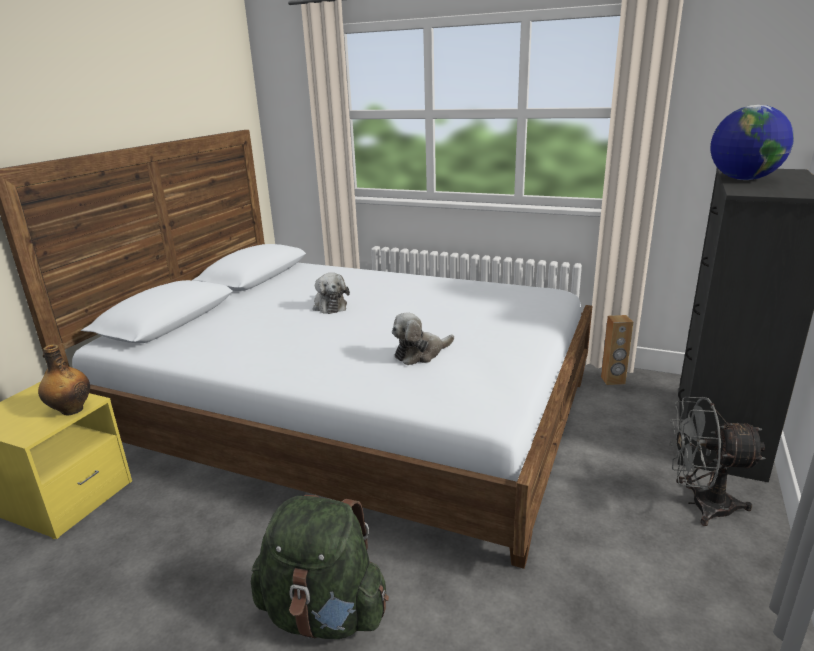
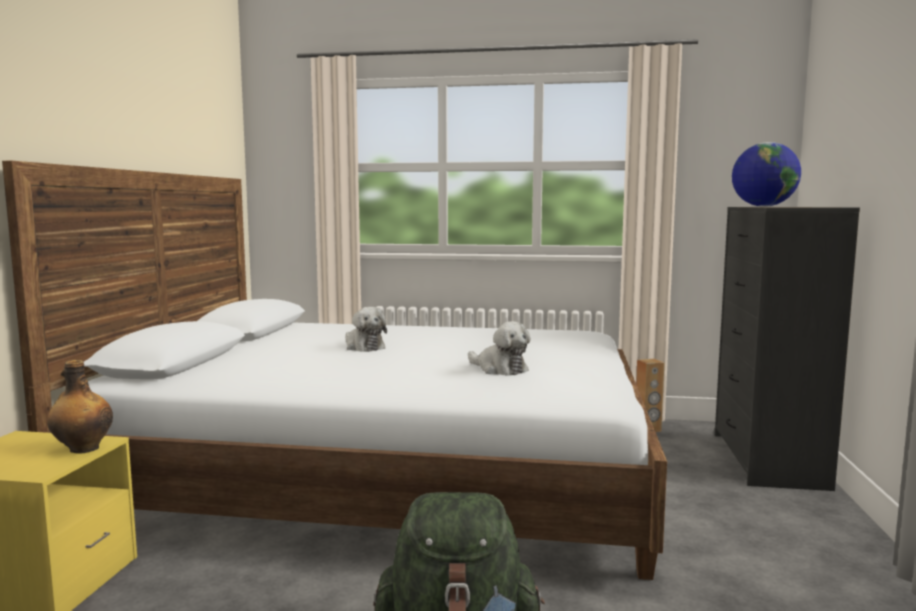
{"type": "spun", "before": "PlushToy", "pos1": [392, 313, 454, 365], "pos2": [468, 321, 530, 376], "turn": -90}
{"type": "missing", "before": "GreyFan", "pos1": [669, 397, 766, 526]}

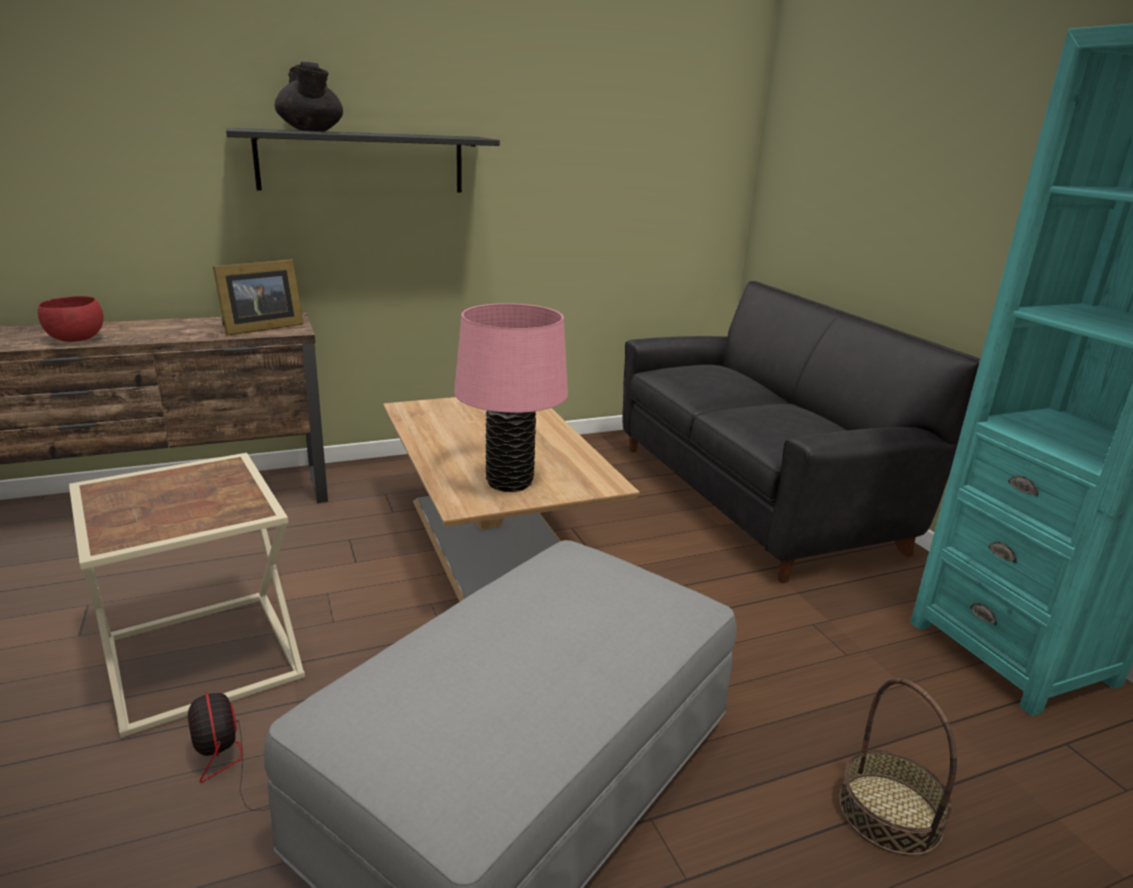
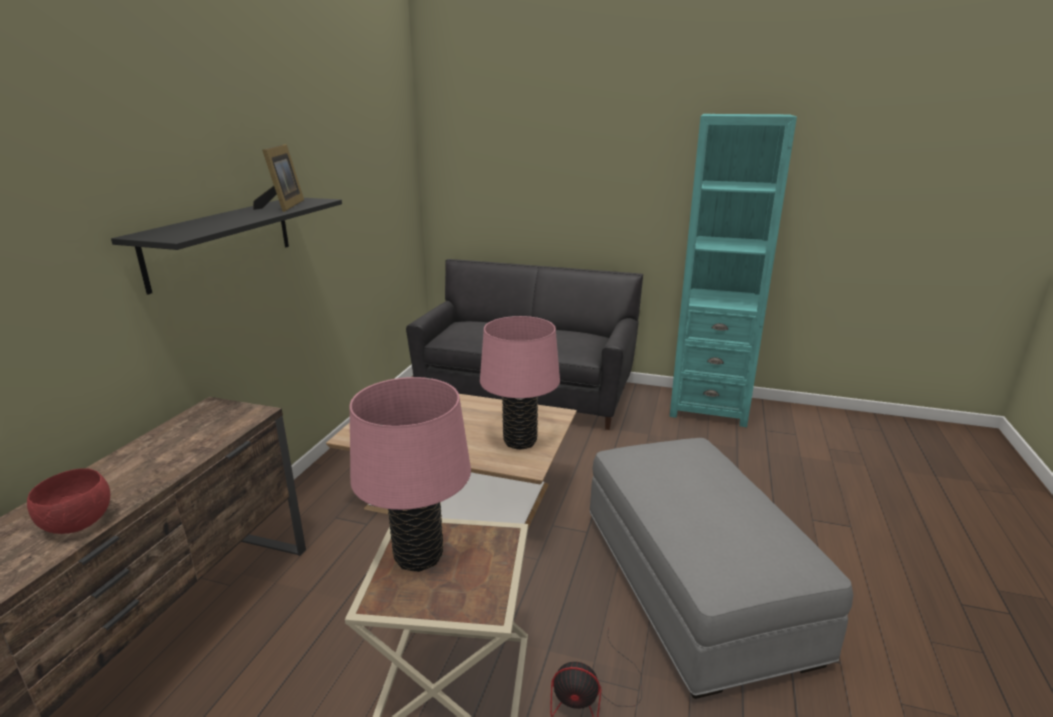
{"type": "missing", "before": "BlackTeapot", "pos1": [275, 62, 343, 132]}
{"type": "relocated", "before": "PictureFrame", "pos1": [213, 259, 304, 336], "pos2": [253, 144, 304, 212]}
{"type": "missing", "before": "Basket", "pos1": [839, 678, 957, 856]}
{"type": "appeared", "after": "PinkTableLamp", "pos2": [350, 377, 471, 572]}

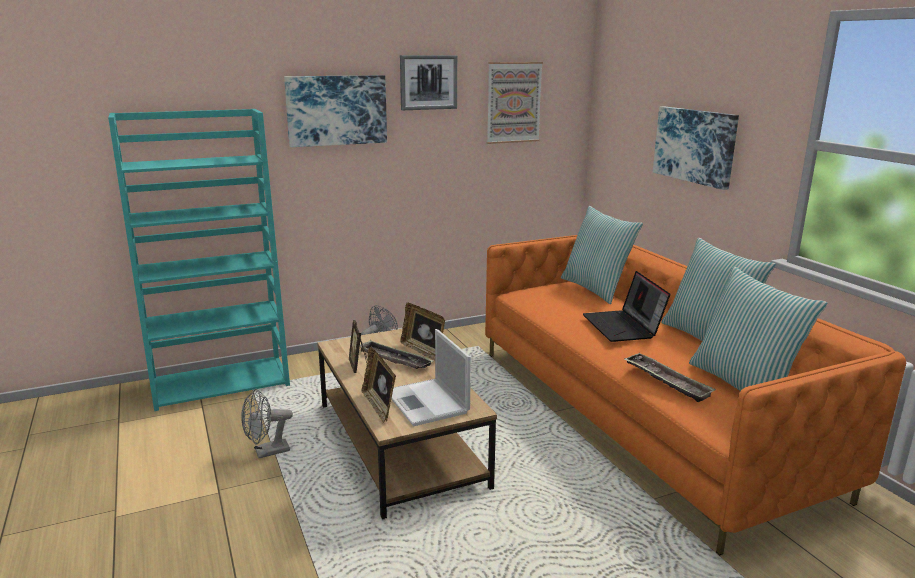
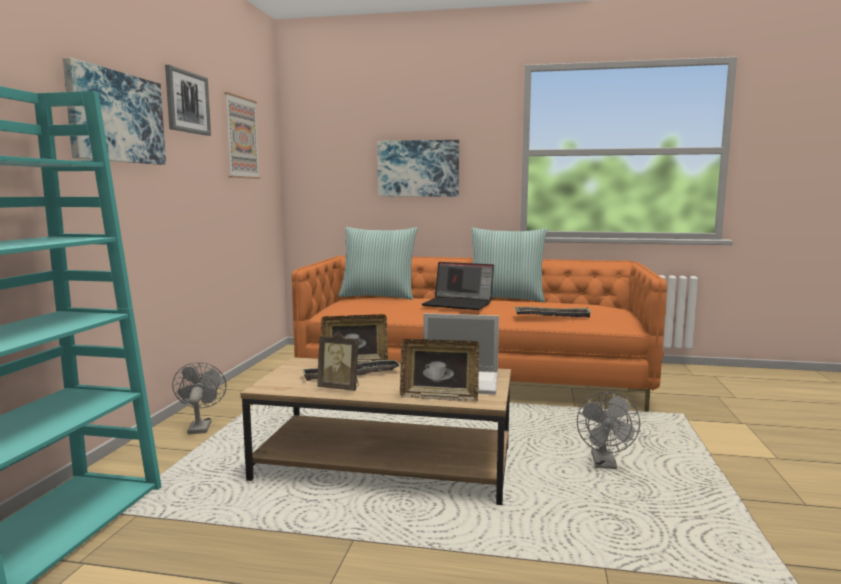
{"type": "missing", "before": "Pillow", "pos1": [689, 266, 828, 391]}
{"type": "relocated", "before": "GreyFan", "pos1": [241, 389, 293, 458], "pos2": [577, 392, 640, 469]}

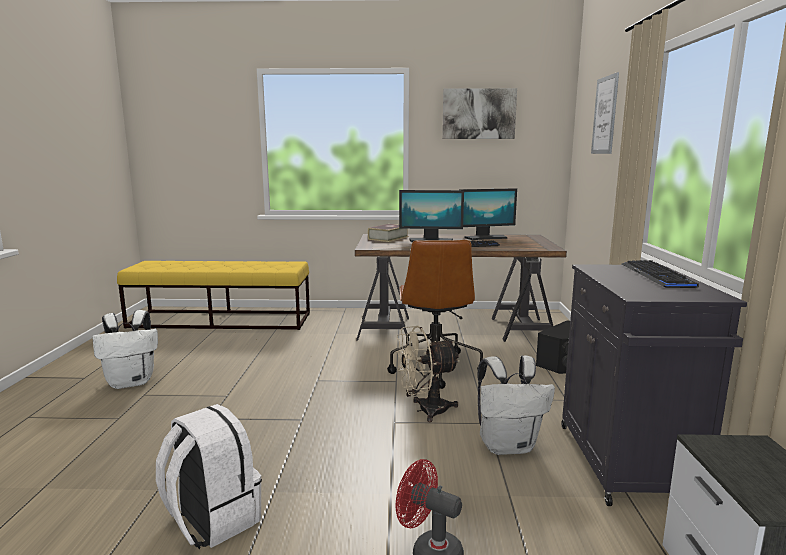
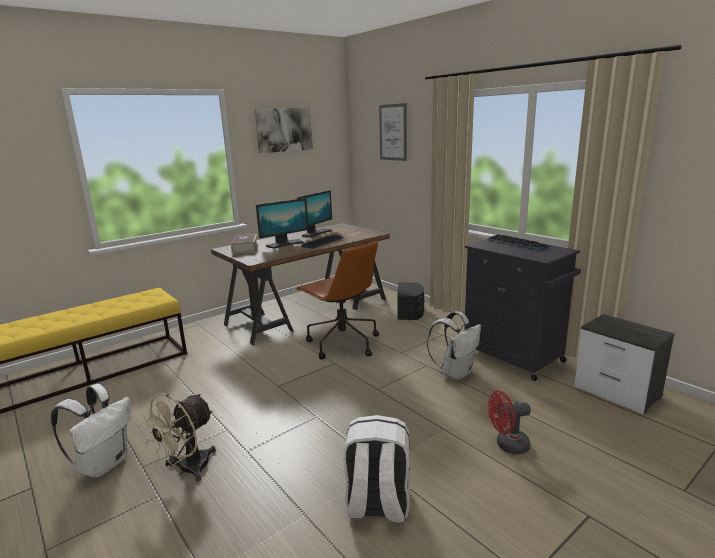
{"type": "relocated", "before": "BeigeFan", "pos1": [395, 326, 460, 422], "pos2": [137, 393, 216, 482]}

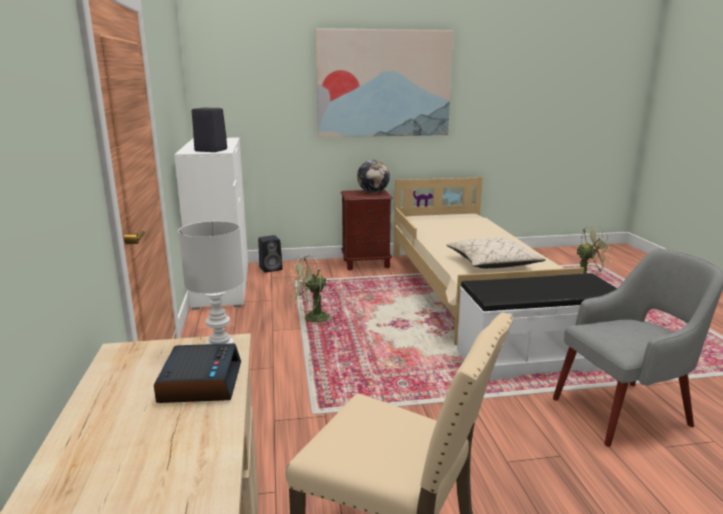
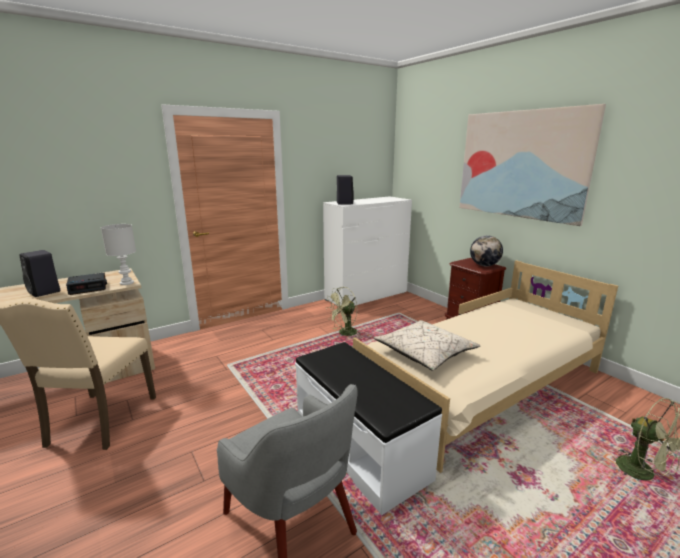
{"type": "relocated", "before": "BlackSpeaker", "pos1": [258, 235, 283, 273], "pos2": [20, 250, 60, 297]}
{"type": "spun", "before": "GreenFan", "pos1": [289, 255, 336, 326], "pos2": [326, 287, 362, 338], "turn": -75}

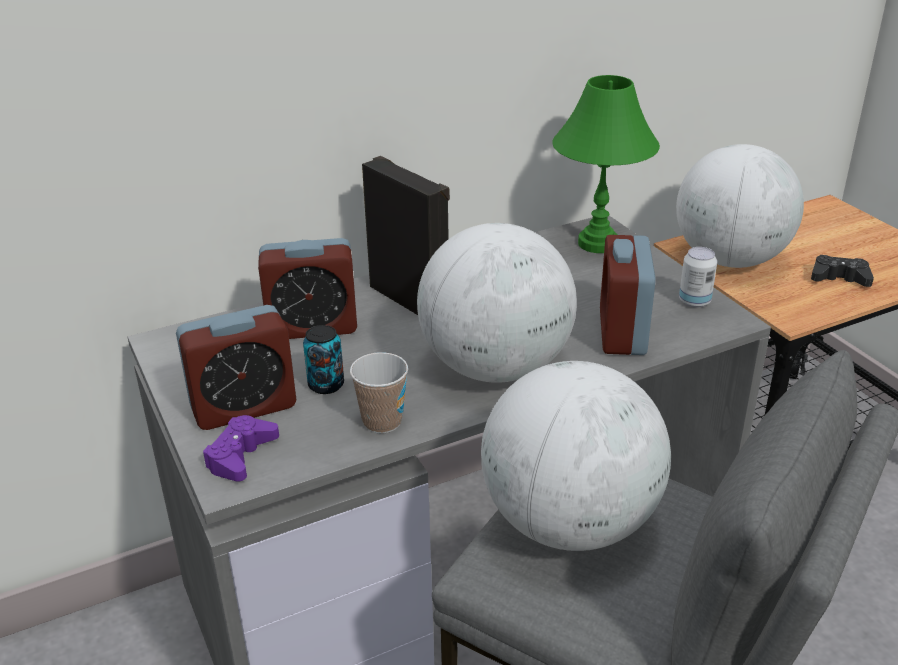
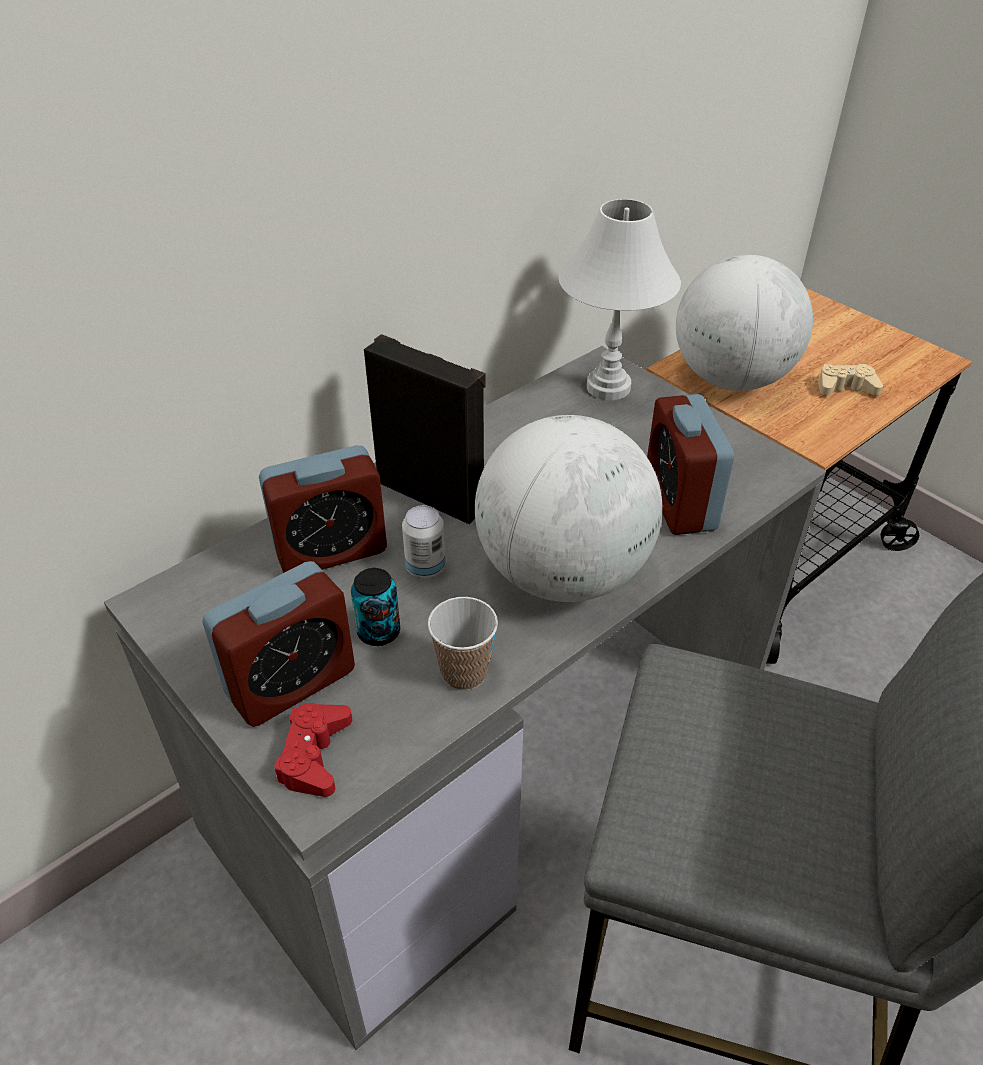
{"type": "colour", "before": "GreenTableLamp", "after": "WhiteTableLamp", "pos1": [552, 75, 660, 253], "pos2": [559, 199, 681, 400]}
{"type": "relocated", "before": "Can", "pos1": [679, 247, 717, 308], "pos2": [402, 505, 446, 578]}
{"type": "colour", "before": "BlackGameController", "after": "BeigeGameController", "pos1": [811, 255, 874, 287], "pos2": [818, 364, 883, 395]}
{"type": "missing", "before": "Globe", "pos1": [481, 361, 671, 551]}
{"type": "colour", "before": "PurpleGameController", "after": "RedGameController", "pos1": [203, 415, 279, 482], "pos2": [274, 703, 352, 797]}

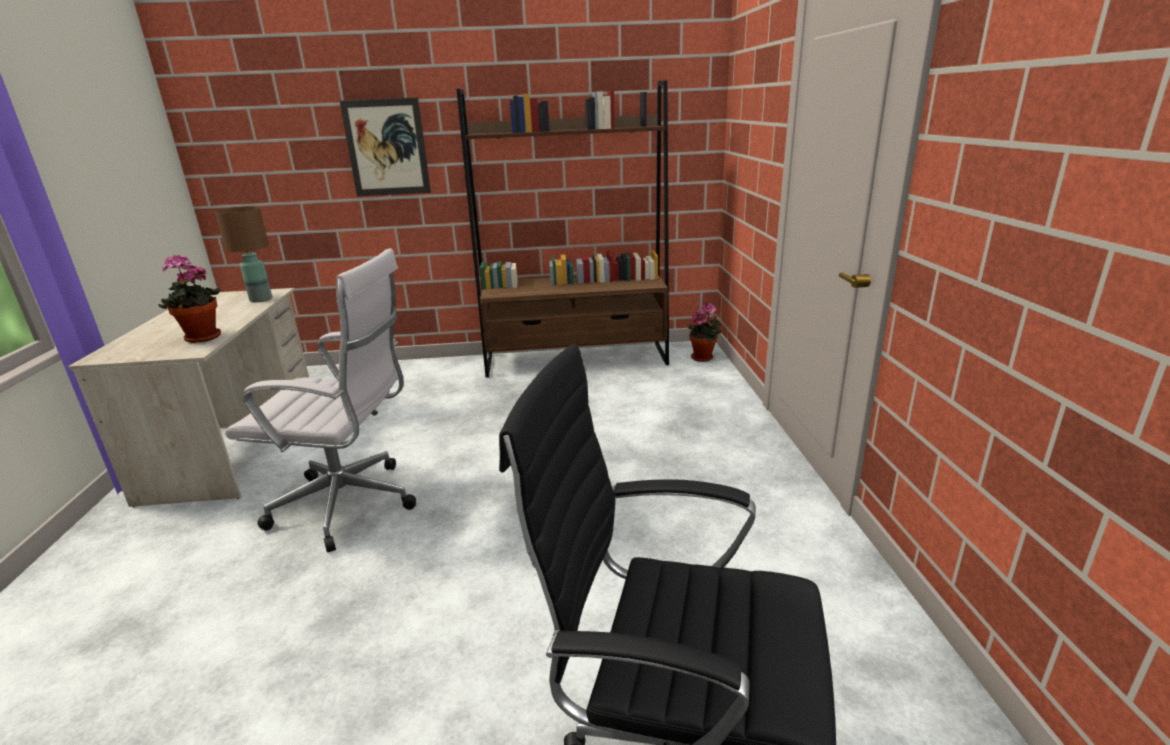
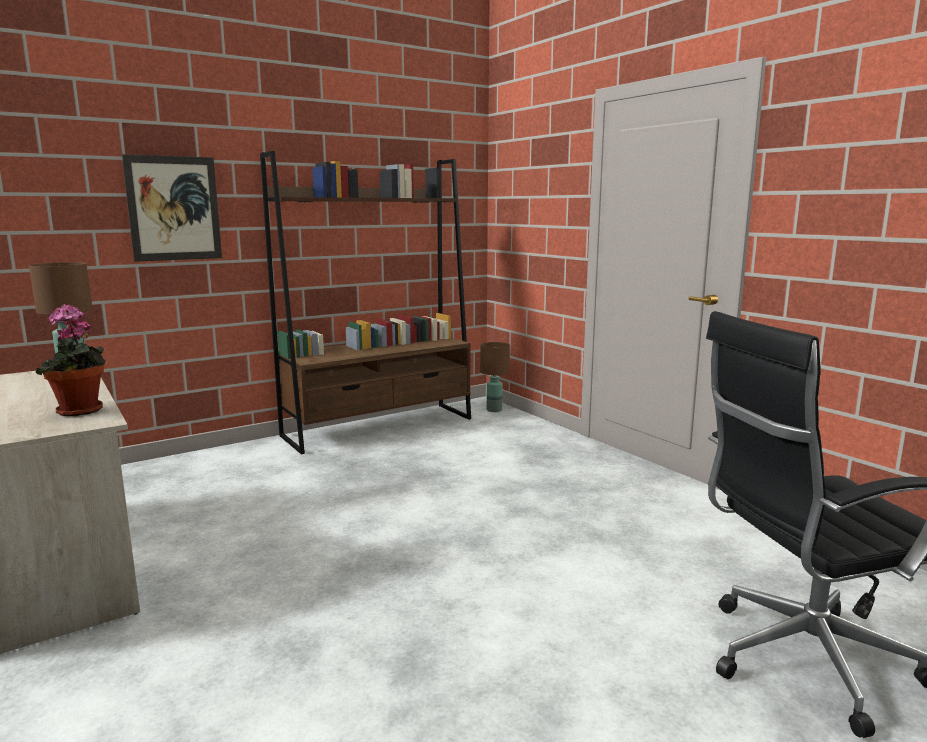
{"type": "missing", "before": "WhiteOfficeChair", "pos1": [225, 248, 416, 553]}
{"type": "exchanged", "before": "PottedPlant", "after": "BrownTableLamp", "pos1": [688, 303, 722, 362], "pos2": [480, 342, 510, 412]}

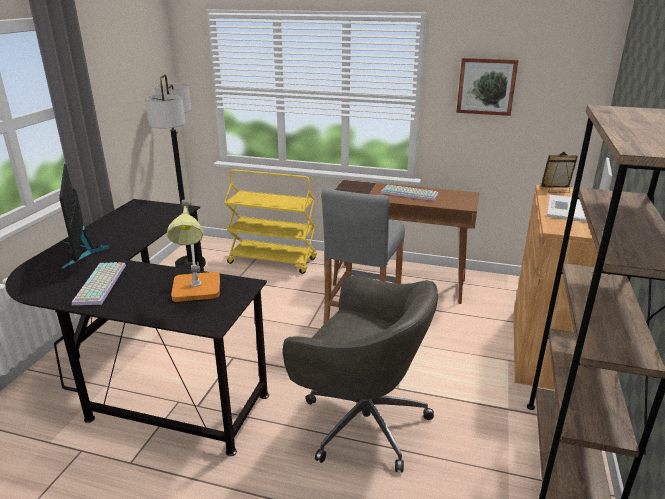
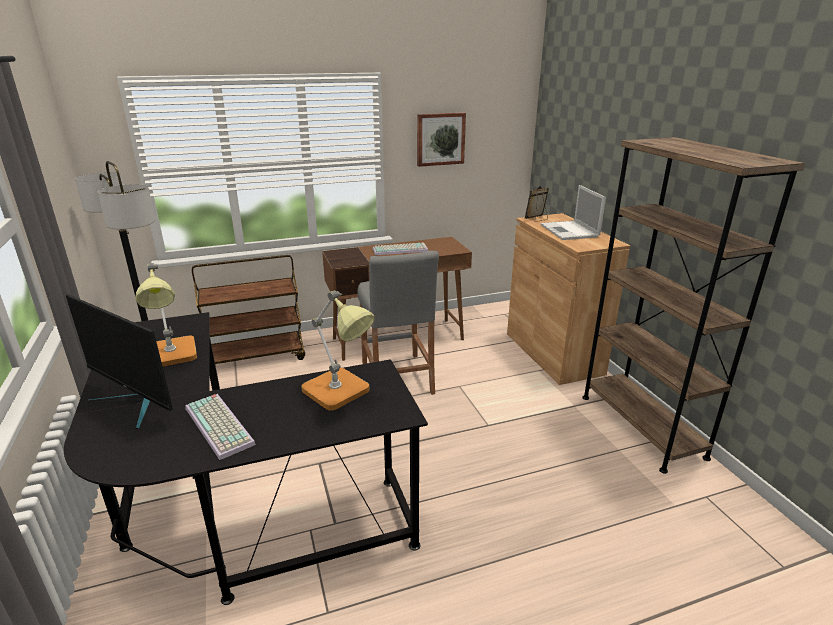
{"type": "colour", "before": "YellowCart", "after": "BrownCart", "pos1": [224, 169, 317, 274], "pos2": [192, 255, 305, 364]}
{"type": "missing", "before": "GreyOfficeChair", "pos1": [283, 275, 438, 473]}
{"type": "appeared", "after": "TableLamp", "pos2": [135, 263, 197, 367]}

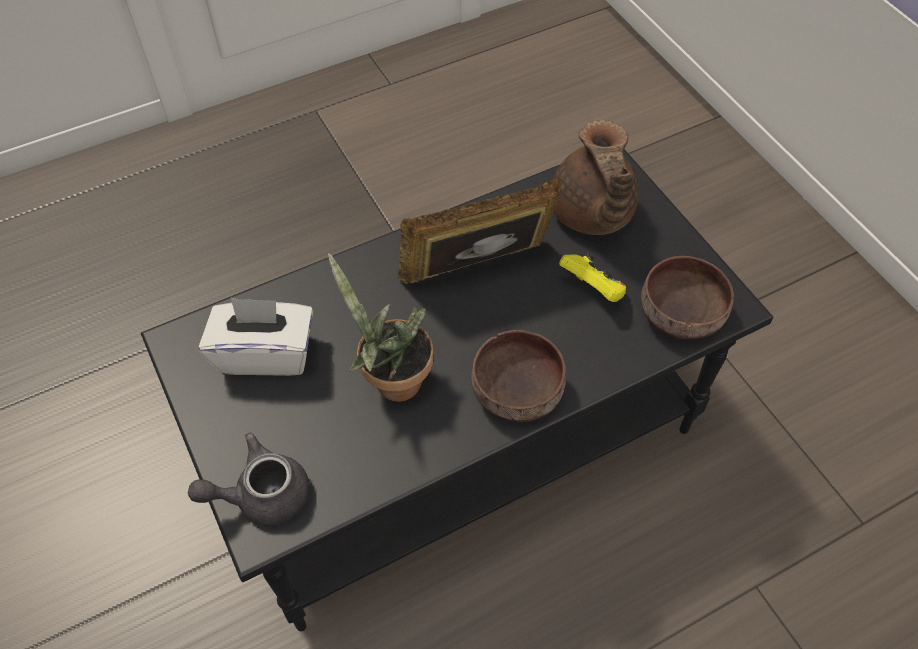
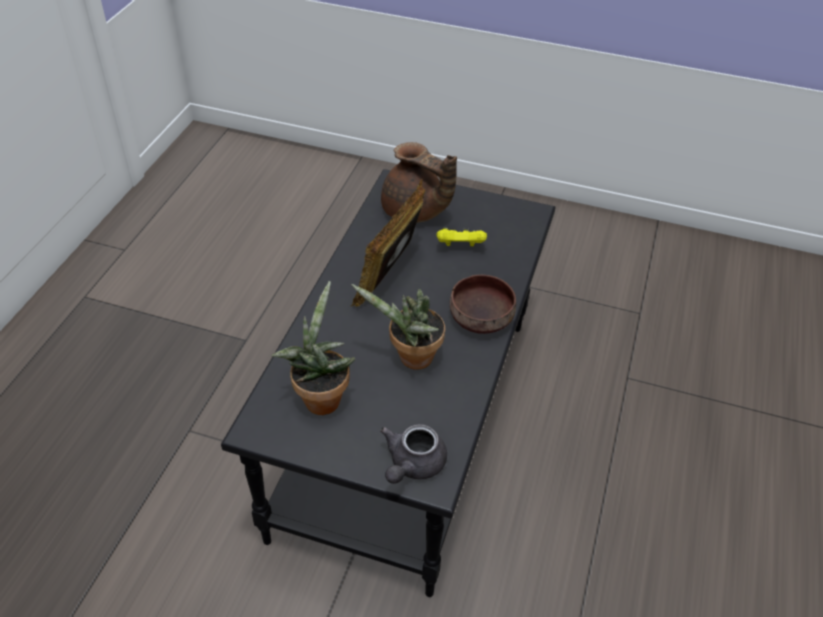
{"type": "missing", "before": "BrownBowl", "pos1": [641, 256, 734, 339]}
{"type": "exchanged", "before": "WhiteTissueBox", "after": "PottedPlant", "pos1": [199, 298, 313, 376], "pos2": [272, 281, 355, 415]}

